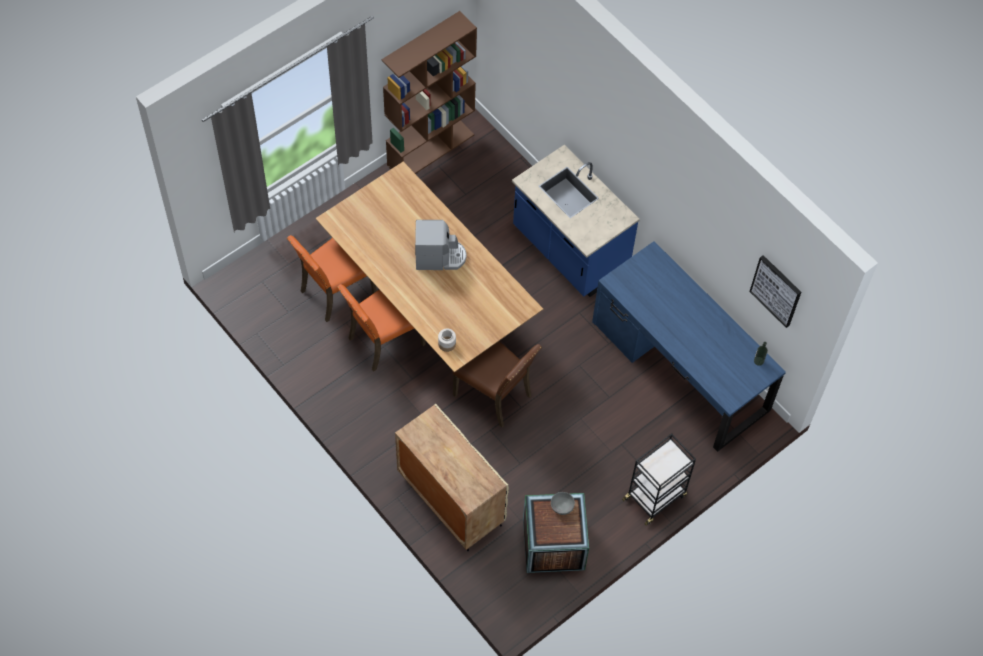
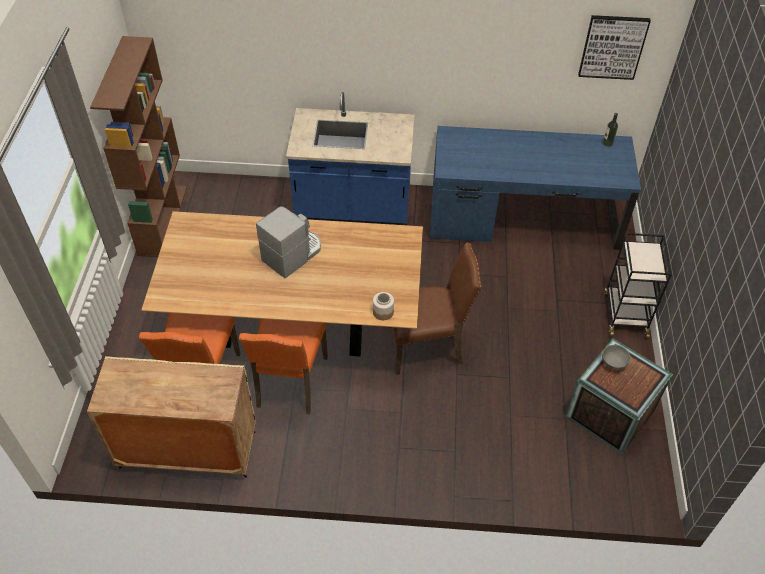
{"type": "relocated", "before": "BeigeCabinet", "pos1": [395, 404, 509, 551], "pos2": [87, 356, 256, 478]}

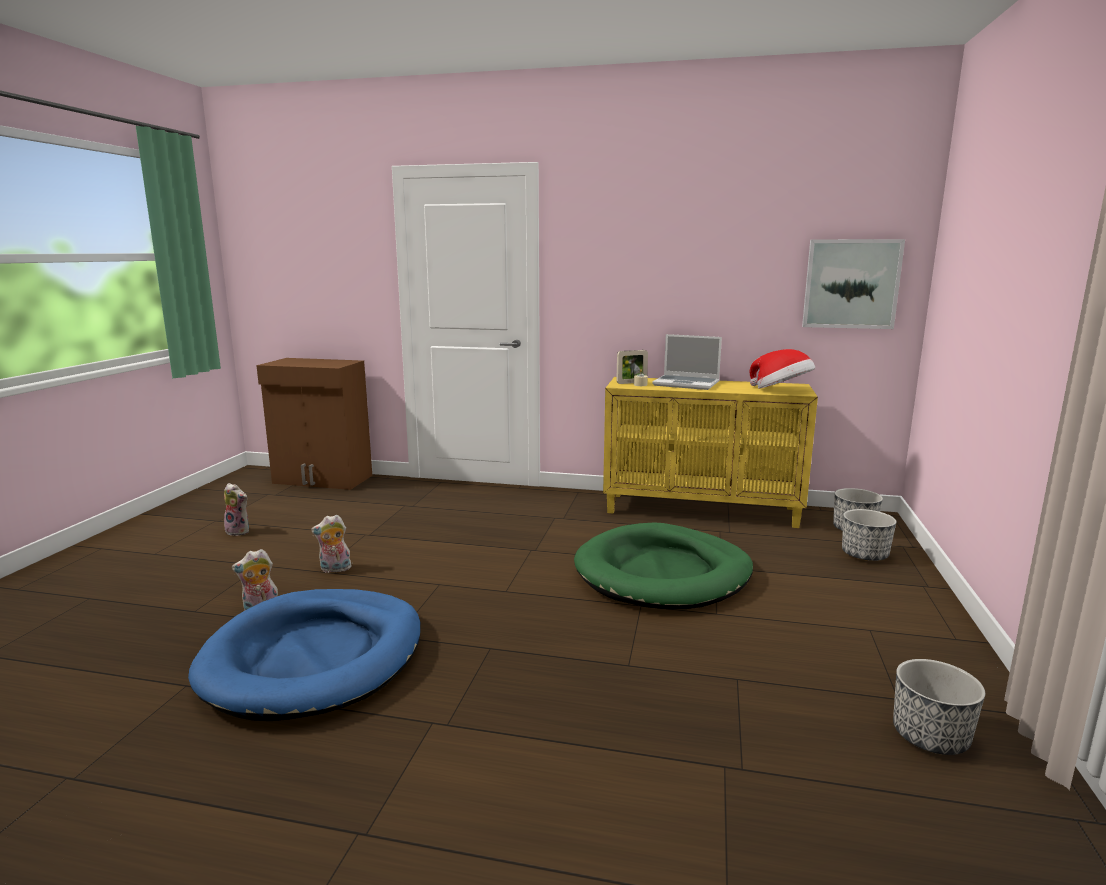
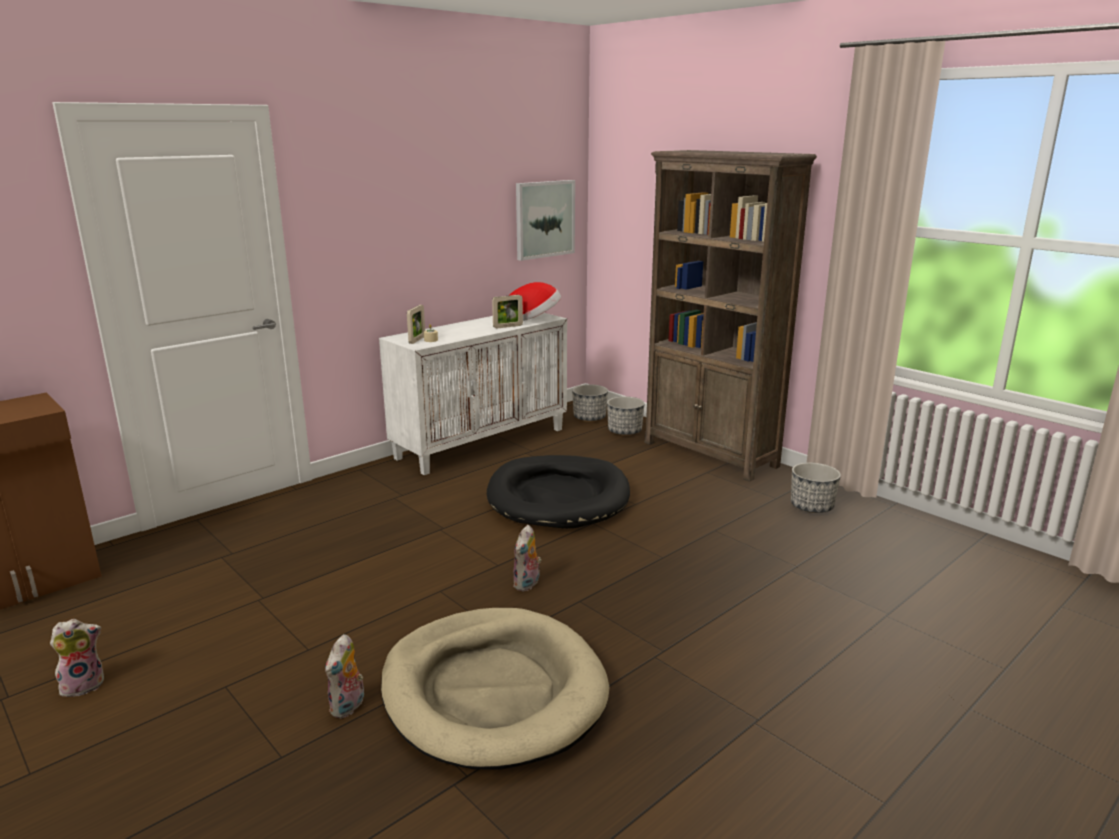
{"type": "missing", "before": "Laptop", "pos1": [652, 334, 722, 390]}
{"type": "colour", "before": "YellowCabinet", "after": "WhiteCabinet", "pos1": [603, 377, 818, 528], "pos2": [379, 313, 567, 475]}
{"type": "relocated", "before": "PlushToy", "pos1": [311, 514, 352, 573], "pos2": [513, 525, 542, 591]}
{"type": "colour", "before": "GreenDogBed", "after": "BlackDogBed", "pos1": [574, 522, 753, 609], "pos2": [487, 455, 630, 529]}
{"type": "colour", "before": "BlueDogBed", "after": "BeigeDogBed", "pos1": [188, 589, 420, 721], "pos2": [381, 608, 610, 770]}
{"type": "appeared", "after": "BrownBookcase", "pos2": [645, 150, 817, 482]}
{"type": "appeared", "after": "PictureFrame", "pos2": [492, 295, 523, 329]}

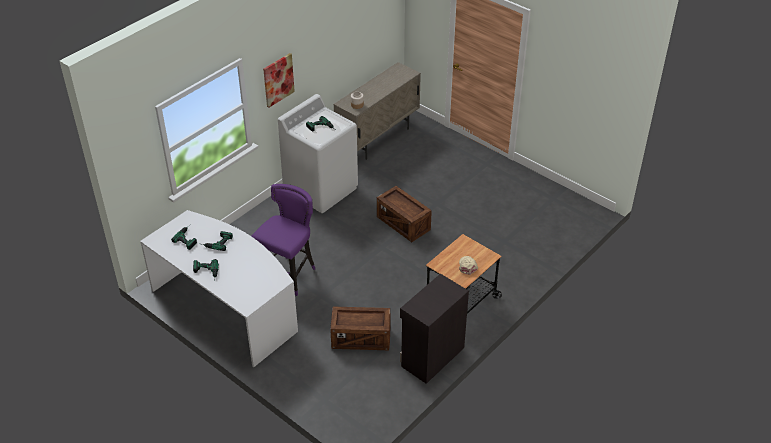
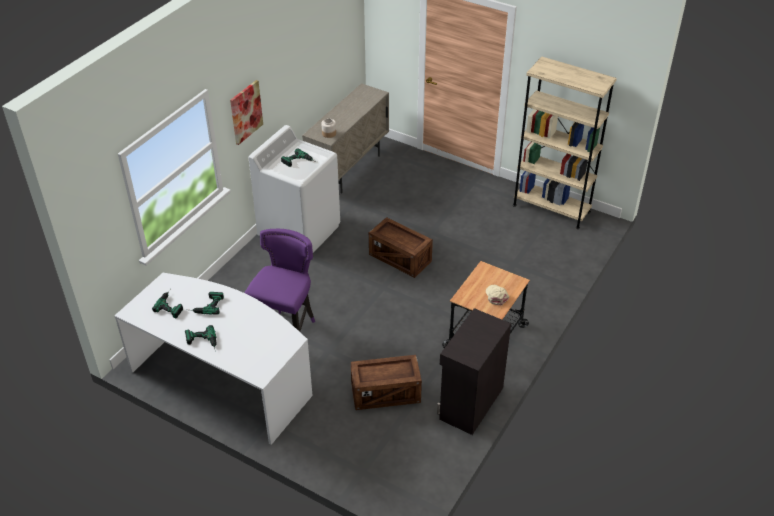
{"type": "appeared", "after": "BeigeBookcase", "pos2": [513, 56, 617, 229]}

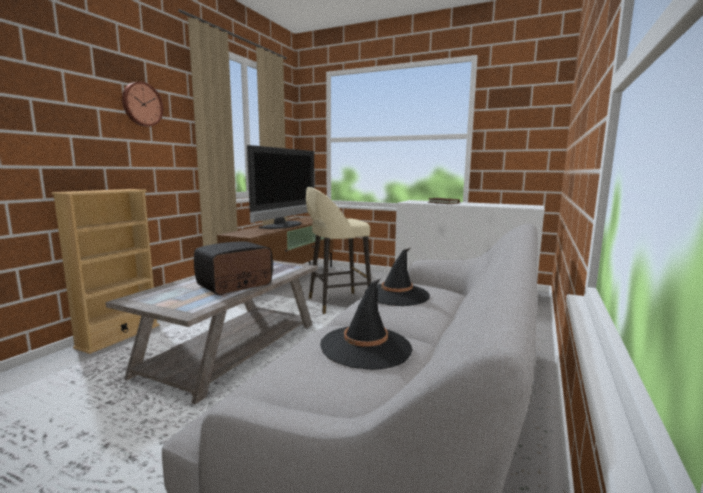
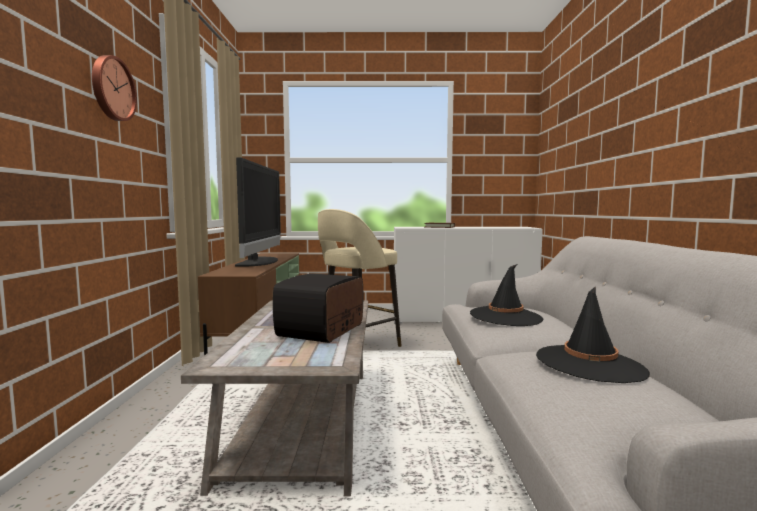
{"type": "missing", "before": "BeigeBookcase", "pos1": [52, 189, 159, 354]}

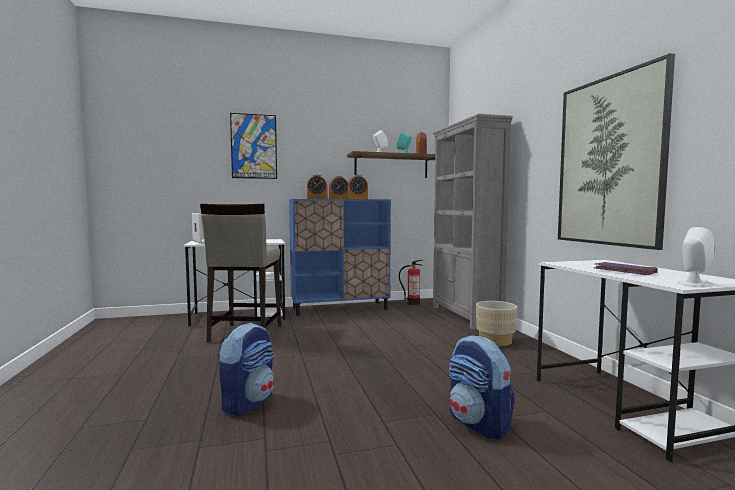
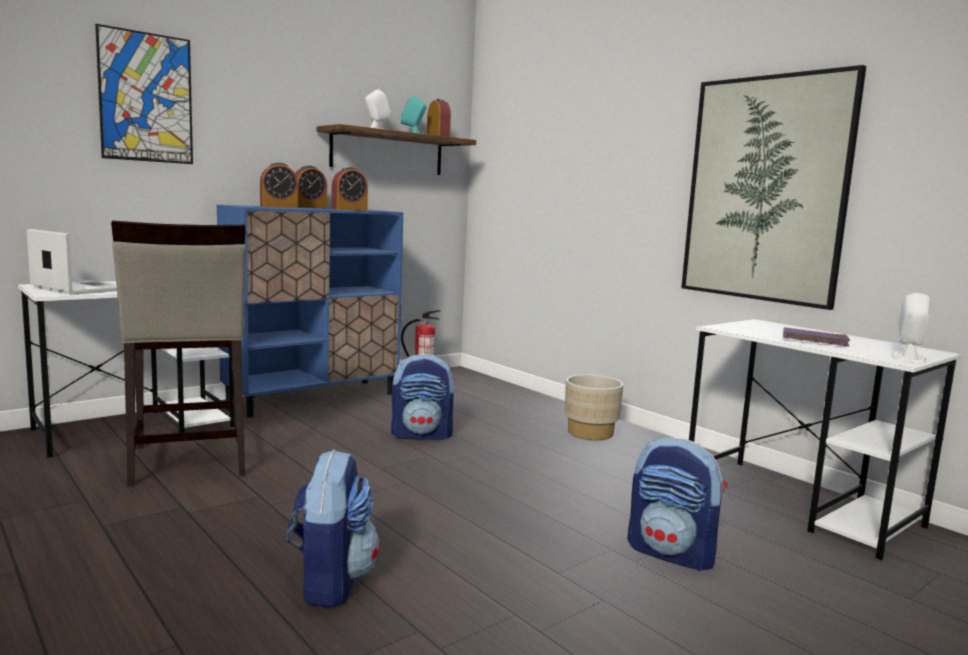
{"type": "missing", "before": "GreyBookcase", "pos1": [433, 114, 513, 330]}
{"type": "appeared", "after": "Backpack", "pos2": [391, 354, 456, 440]}

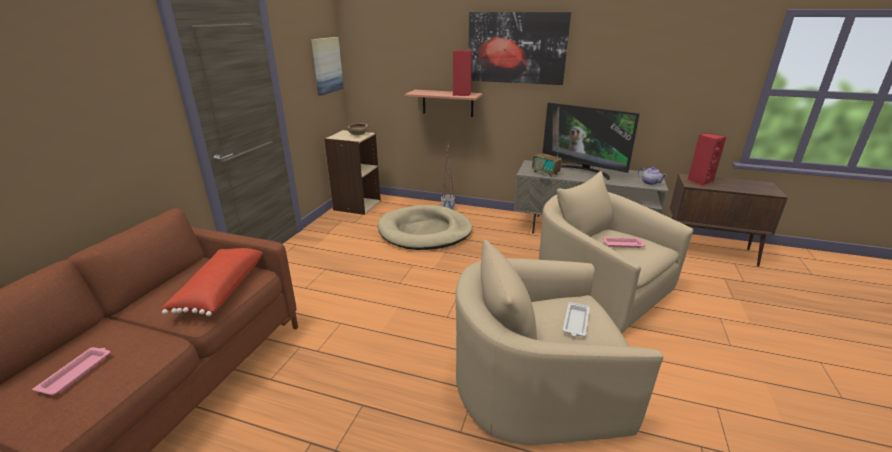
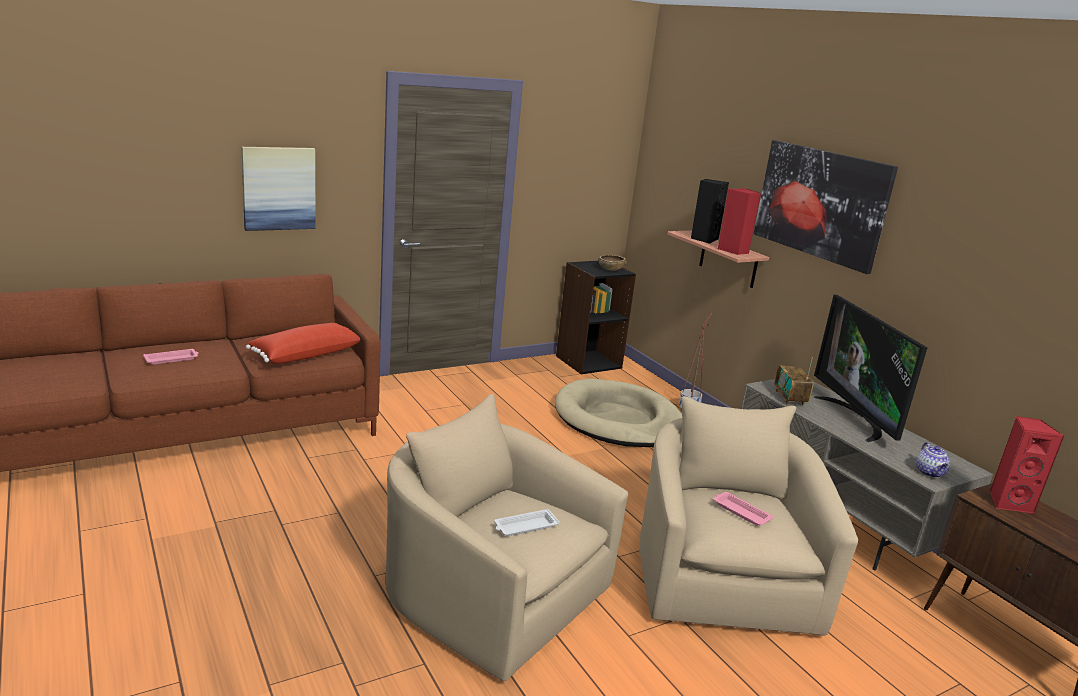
{"type": "relocated", "before": "Picture", "pos1": [311, 37, 344, 95], "pos2": [241, 147, 316, 231]}
{"type": "colour", "before": "BeigeBookcase", "after": "BlackBookcase", "pos1": [324, 130, 381, 215], "pos2": [556, 261, 636, 374]}
{"type": "appeared", "after": "BlackSpeaker", "pos2": [691, 179, 729, 244]}

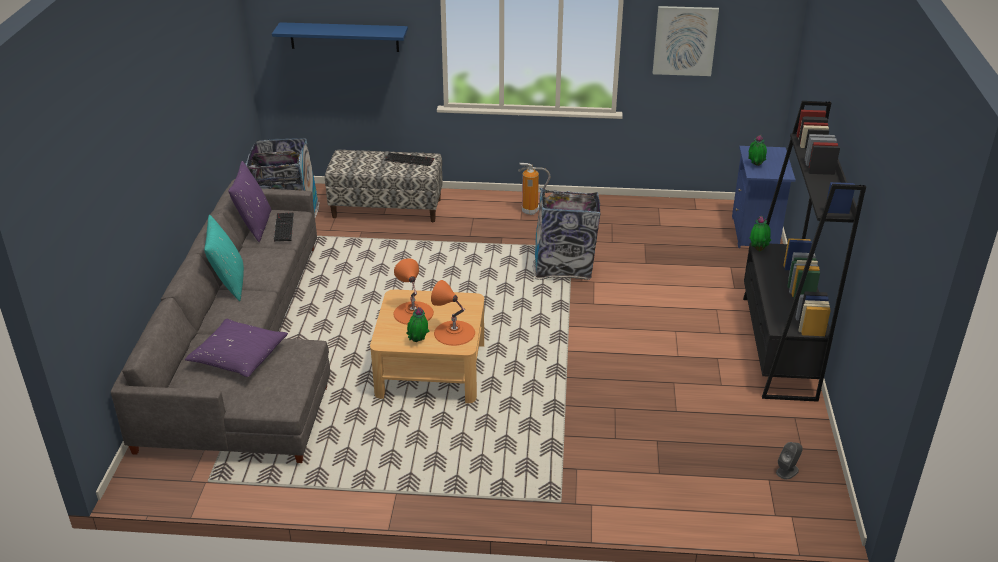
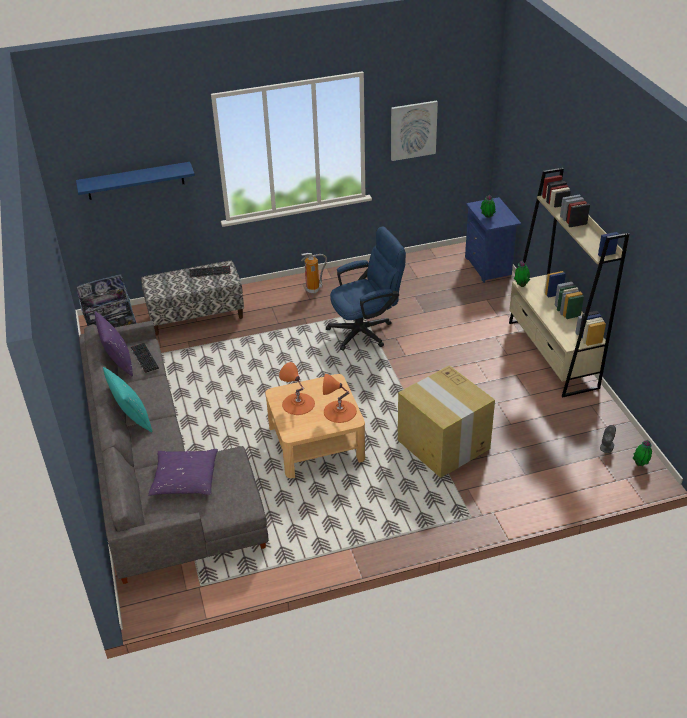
{"type": "colour", "before": "BlackBookcase", "after": "BeigeBookcase", "pos1": [743, 101, 866, 402], "pos2": [509, 168, 629, 397]}
{"type": "exchanged", "before": "TrashCan", "after": "BlueOfficeChair", "pos1": [532, 188, 600, 280], "pos2": [326, 226, 406, 351]}
{"type": "relocated", "before": "PottedPlant", "pos1": [406, 307, 430, 342], "pos2": [633, 440, 652, 467]}
{"type": "appeared", "after": "CardboardBox", "pos2": [398, 365, 495, 478]}

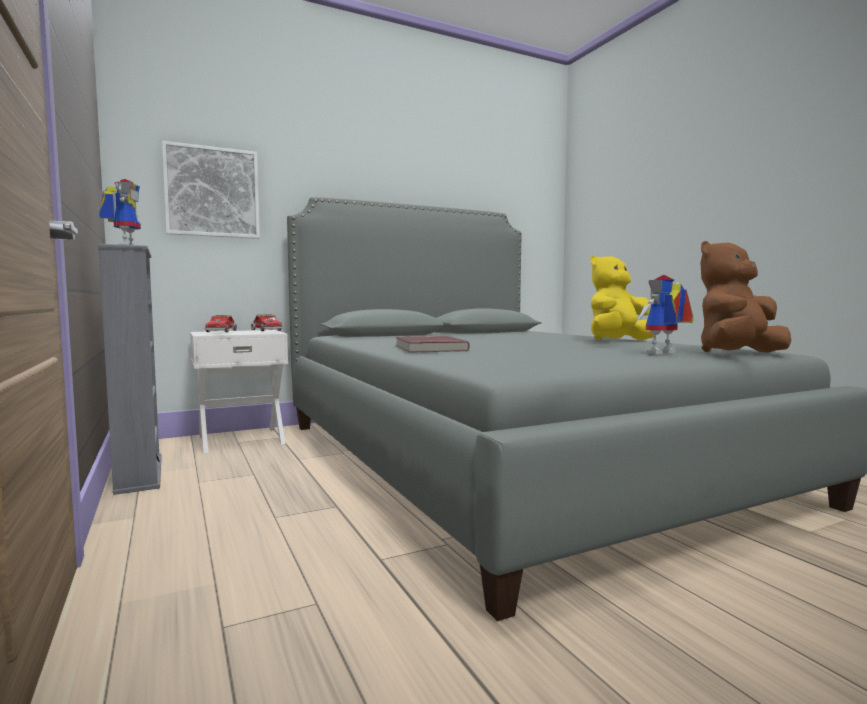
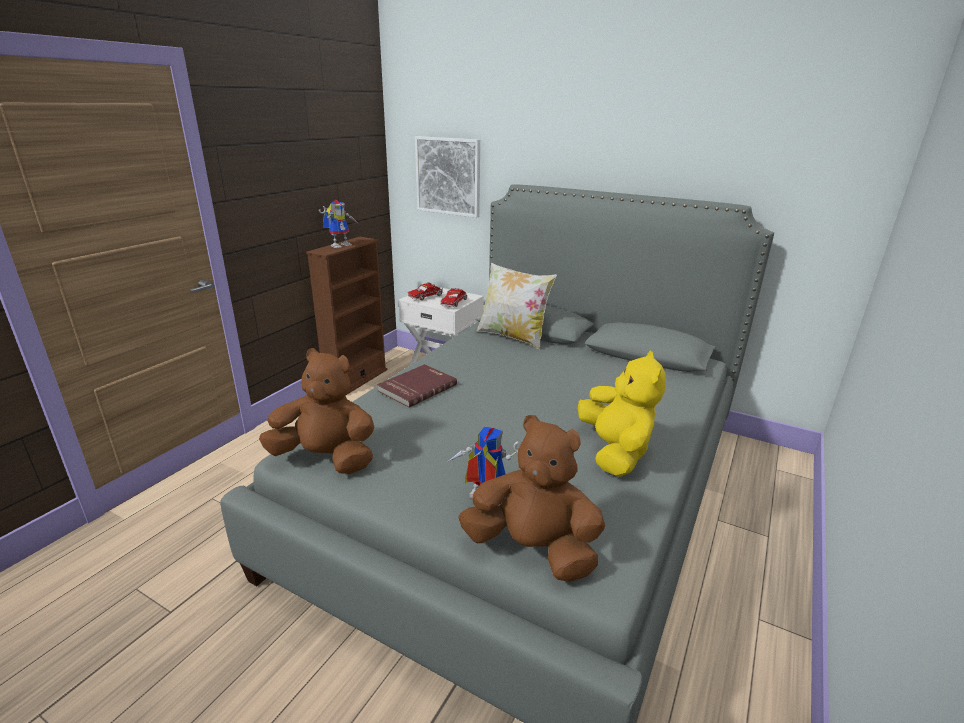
{"type": "colour", "before": "GreyBookcase", "after": "BrownBookcase", "pos1": [98, 244, 162, 495], "pos2": [306, 237, 387, 394]}
{"type": "spun", "before": "YellowPlushToy", "pos1": [590, 255, 654, 340], "pos2": [578, 351, 666, 477], "turn": 60}
{"type": "appeared", "after": "Pillow", "pos2": [476, 263, 557, 350]}
{"type": "appeared", "after": "BrownPlushToy", "pos2": [259, 348, 374, 474]}

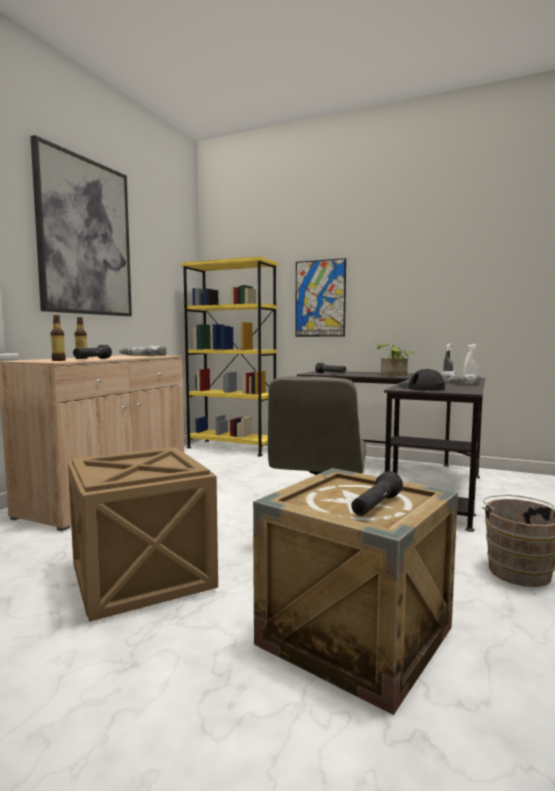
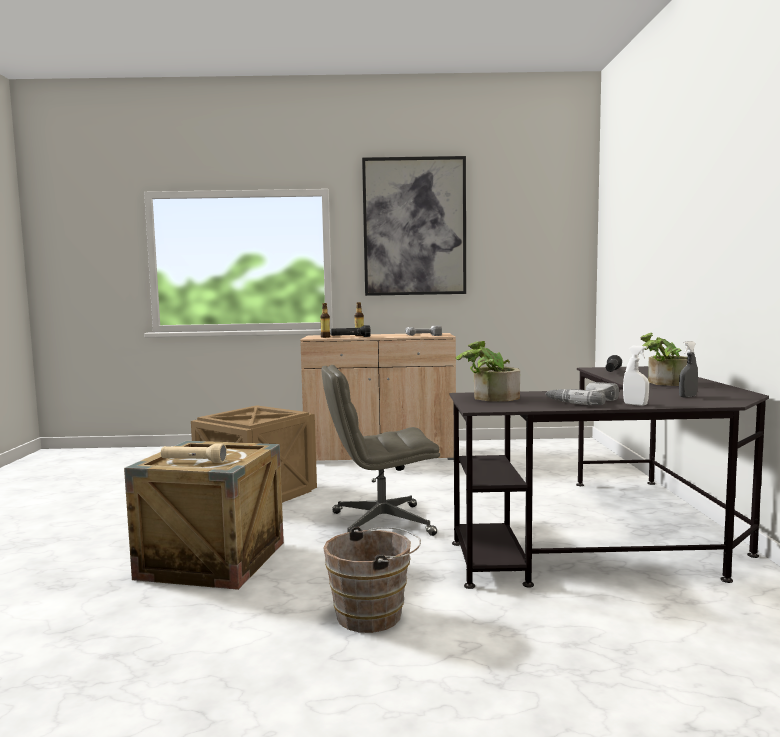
{"type": "missing", "before": "YellowBookcase", "pos1": [181, 256, 278, 456]}
{"type": "missing", "before": "Picture", "pos1": [295, 258, 346, 337]}
{"type": "exchanged", "before": "BlackCap", "after": "PottedPlant", "pos1": [398, 369, 445, 391], "pos2": [455, 341, 520, 402]}
{"type": "colour", "before": "BlackFlashlight", "after": "BeigeFlashlight", "pos1": [351, 471, 403, 516], "pos2": [161, 443, 227, 463]}

